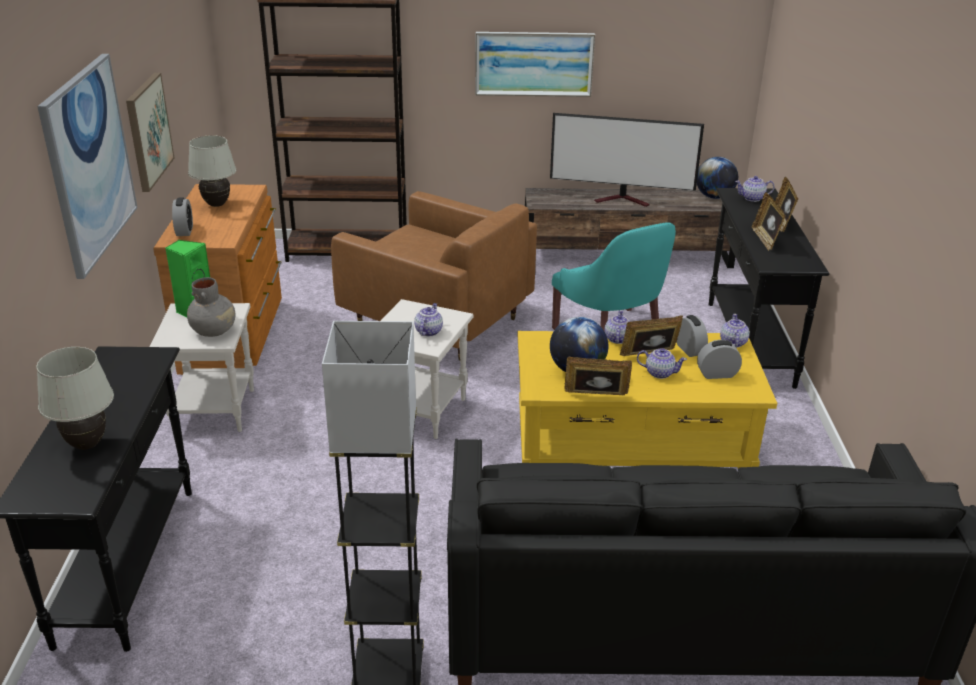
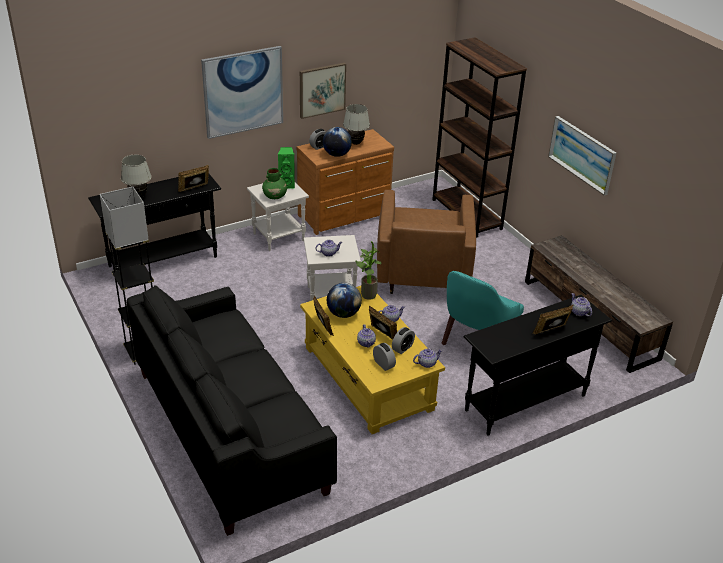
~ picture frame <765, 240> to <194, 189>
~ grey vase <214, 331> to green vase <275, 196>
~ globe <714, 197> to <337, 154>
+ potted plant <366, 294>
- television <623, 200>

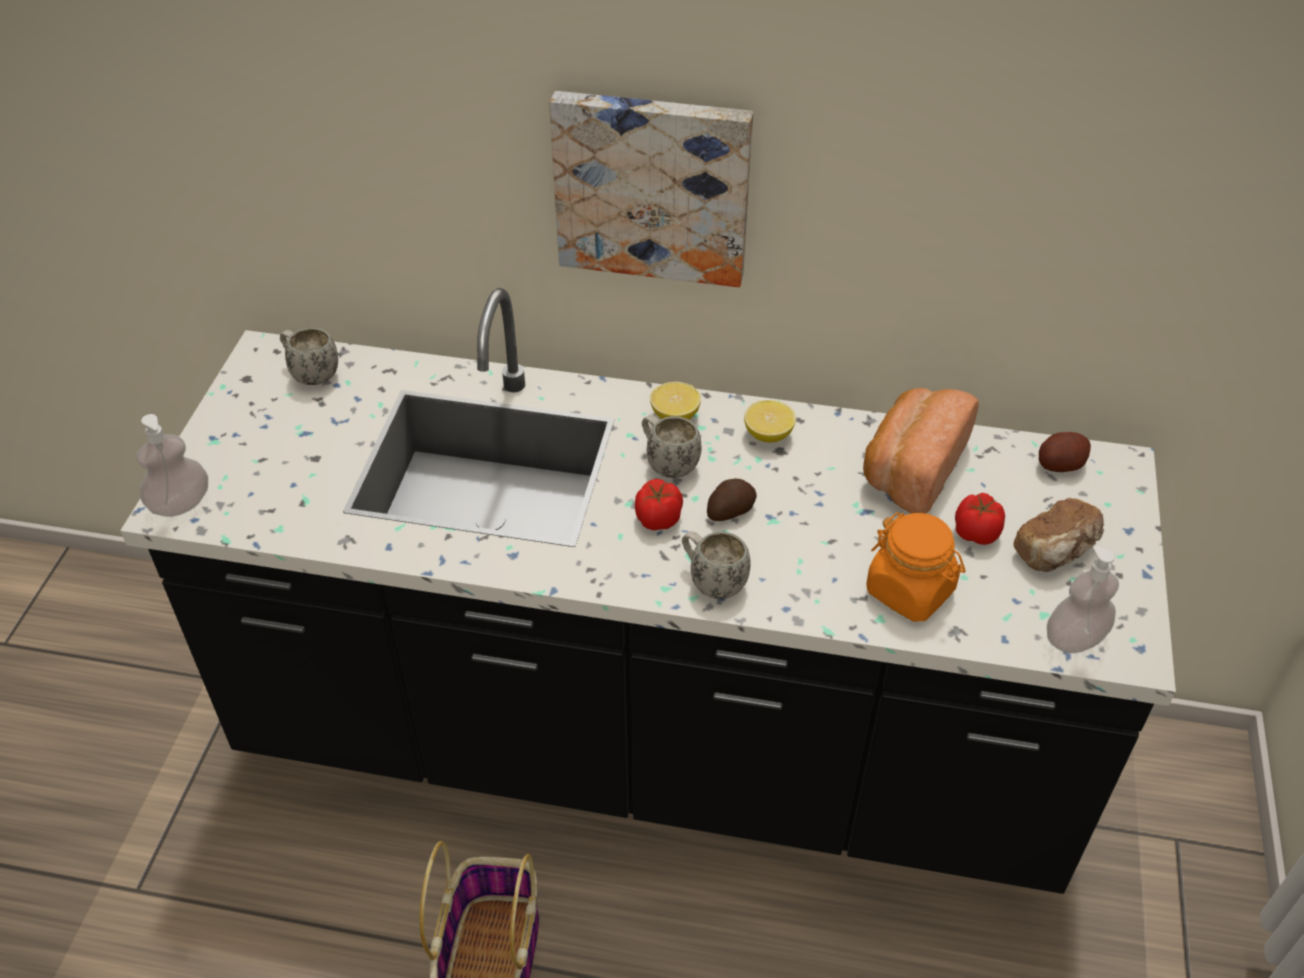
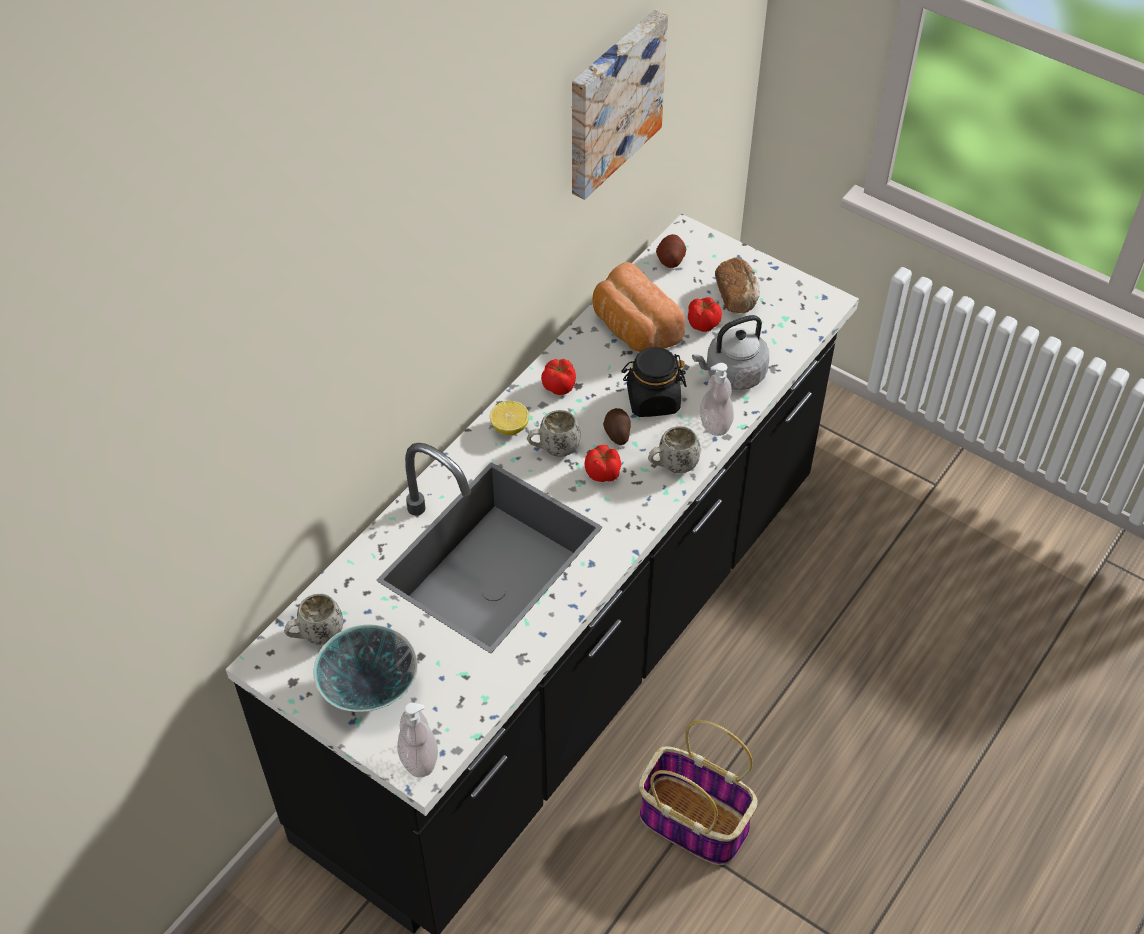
+ bowl <368, 690>
~ lemon <768, 435> to tomato <559, 385>
~ picture <653, 185> to <612, 102>
+ black jar <652, 400>
~ orange jar <910, 591> to grey kettle <732, 374>
~ soap dispenser <1074, 639> to <715, 424>

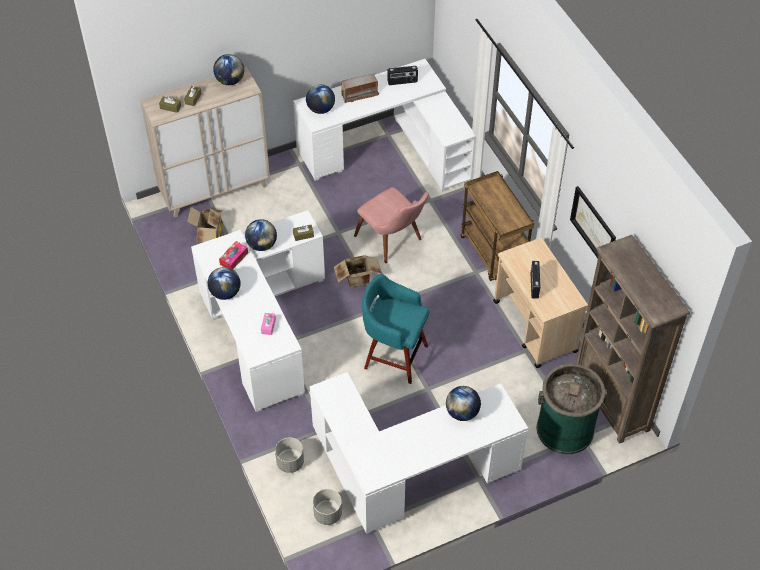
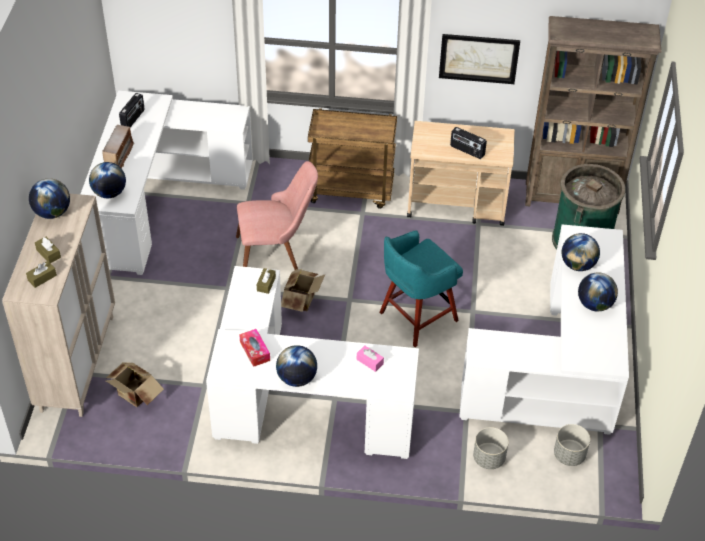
~ globe <262, 245> to <594, 304>

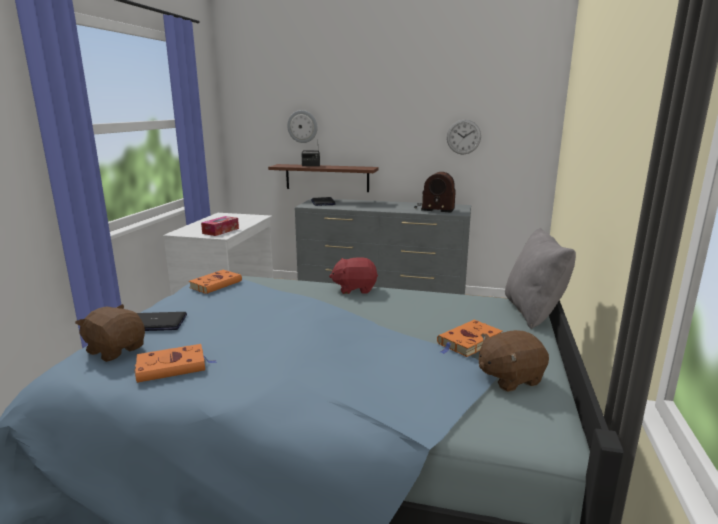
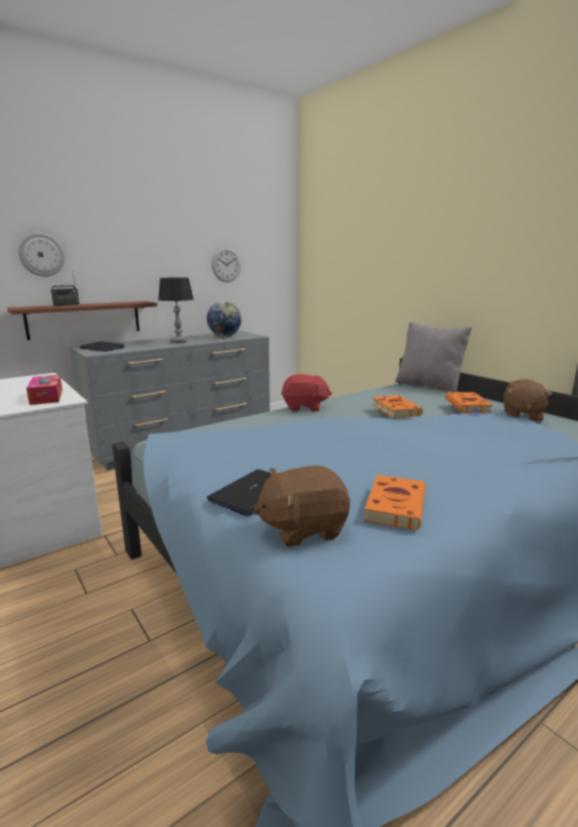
+ table lamp <179, 341>
~ radio <434, 208> to globe <225, 336>
~ red plush toy <354, 289> = <305, 407> 120 degrees counterclockwise
~ orange book <217, 284> to <395, 409>

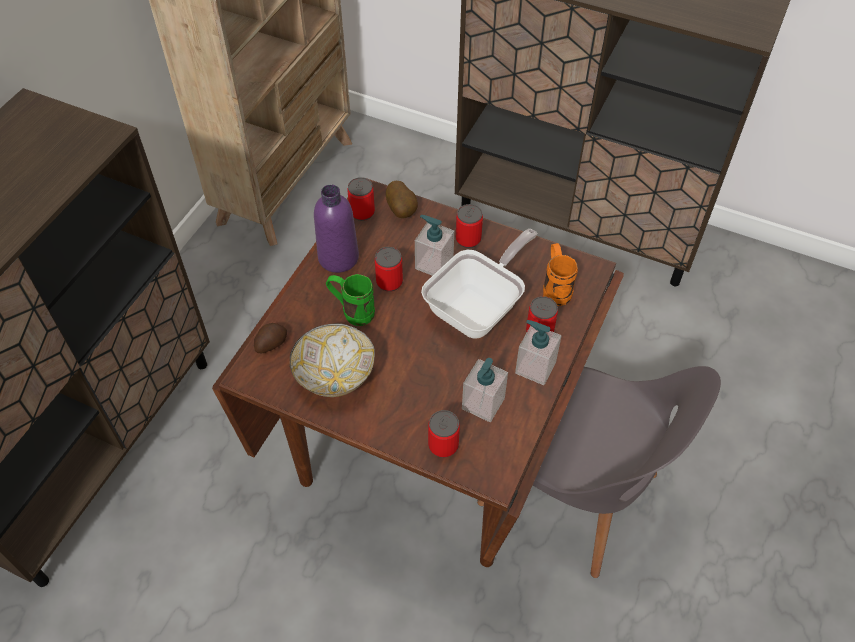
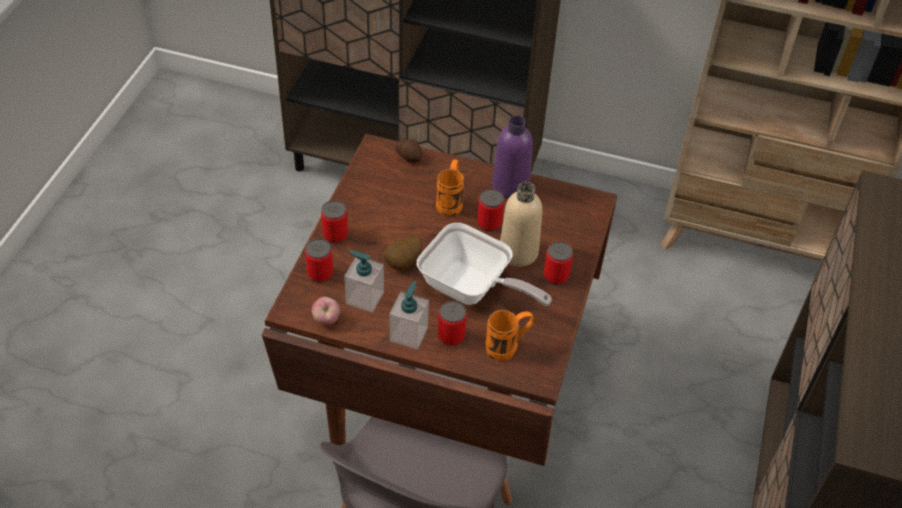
+ apple <326, 320>
~ can <362, 212> to <335, 235>
~ potato <402, 210> to <404, 264>
~ green mug <352, 312> to orange mug <450, 202>
~ soap dispenser <434, 264> to beige bottle <518, 252>
- bowl <334, 376>

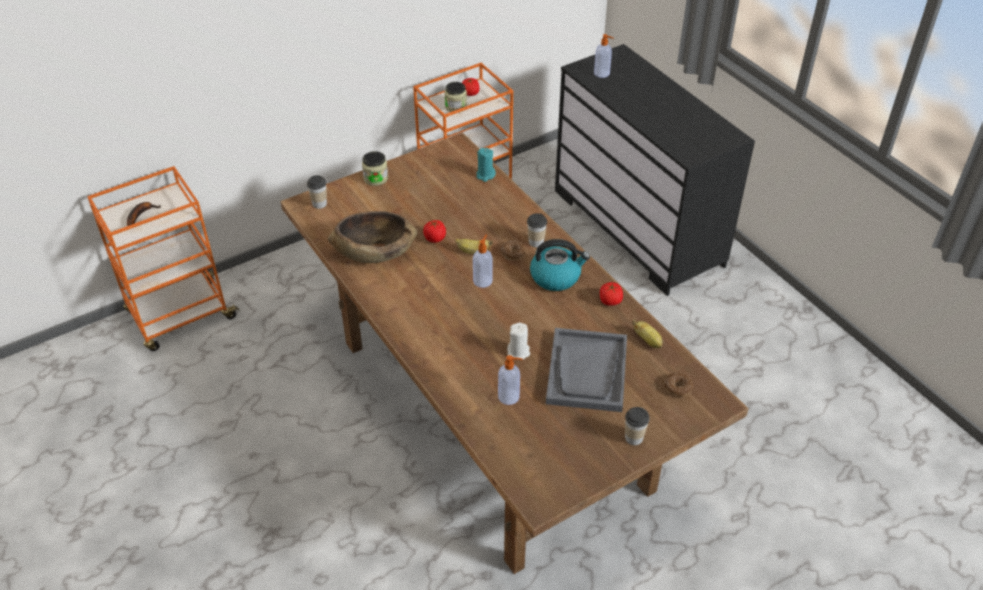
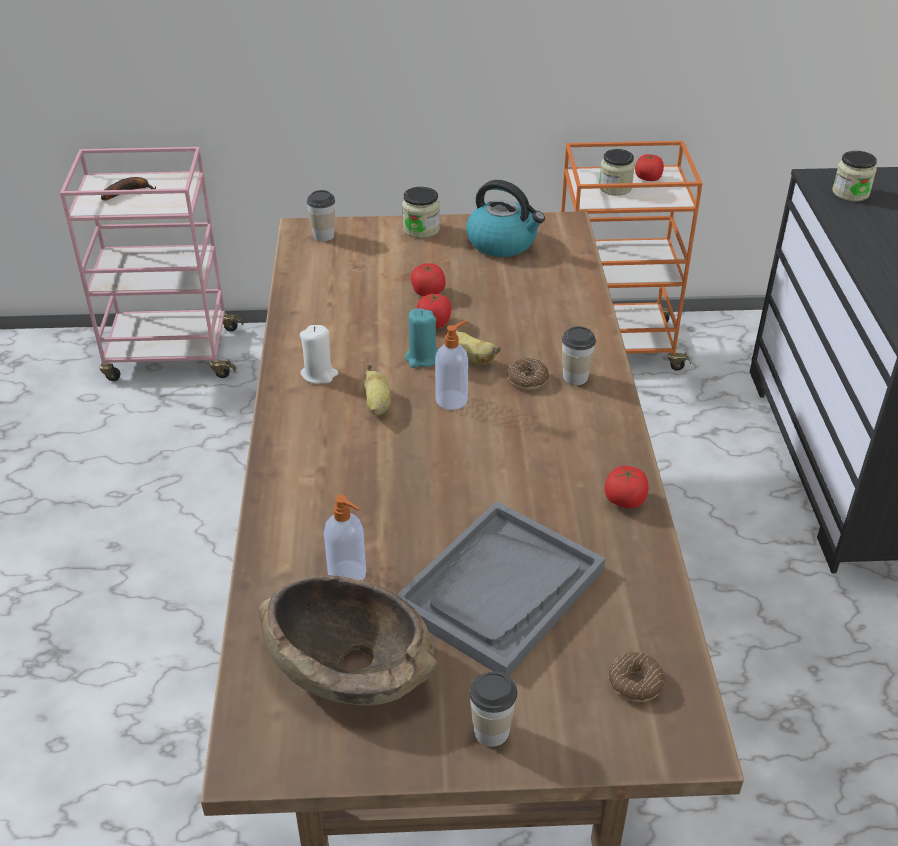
~ orange cart <180, 316> to pink cart <170, 354>
~ brown bowl <375, 251> to <350, 666>
~ white candle <518, 352> to <319, 374>
~ banana <648, 341> to <377, 405>
~ turquoise candle <485, 175> to <422, 358>
+ tomato <428, 292>
~ kettle <556, 276> to <503, 243>
~ soap dispenser <602, 73> to jar <850, 193>

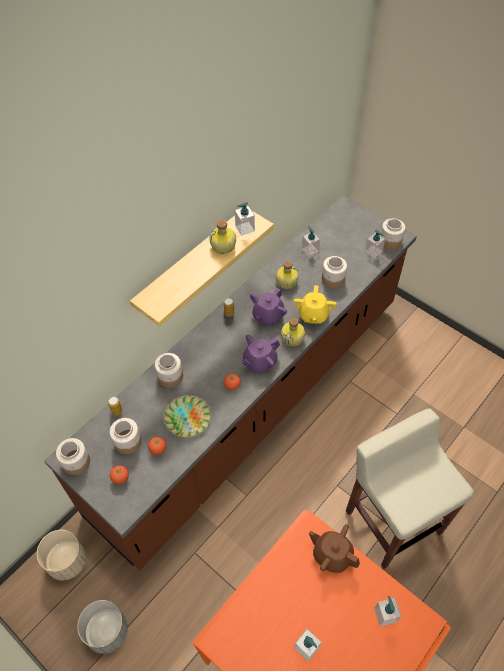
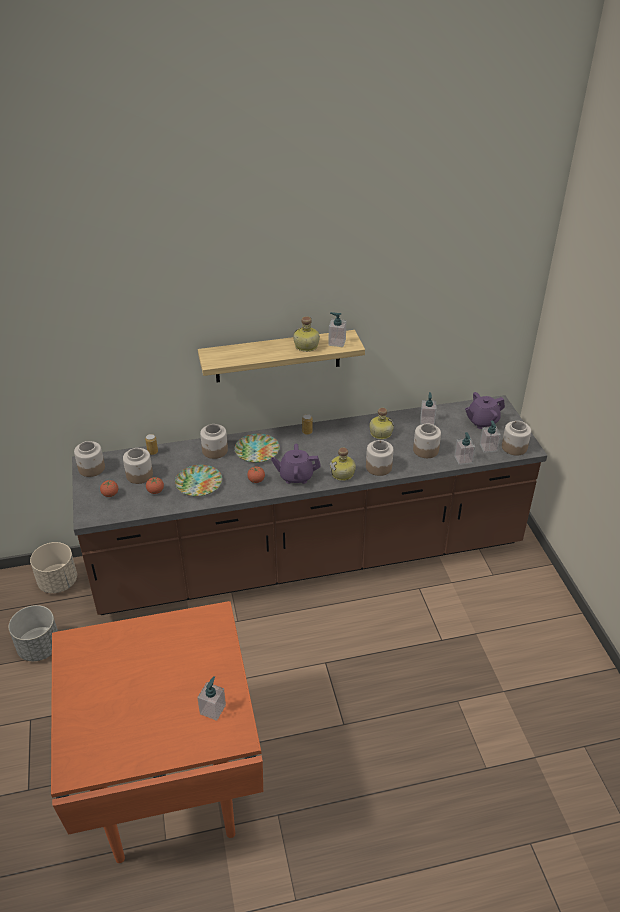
+ plate <256, 451>
~ yellow teapot <313, 315> to jar <378, 467>
~ soap dispenser <307, 647> to <463, 459>
~ purple teapot <268, 316> to <482, 421>
- brown teapot <332, 555>
- beige stool <392, 520>

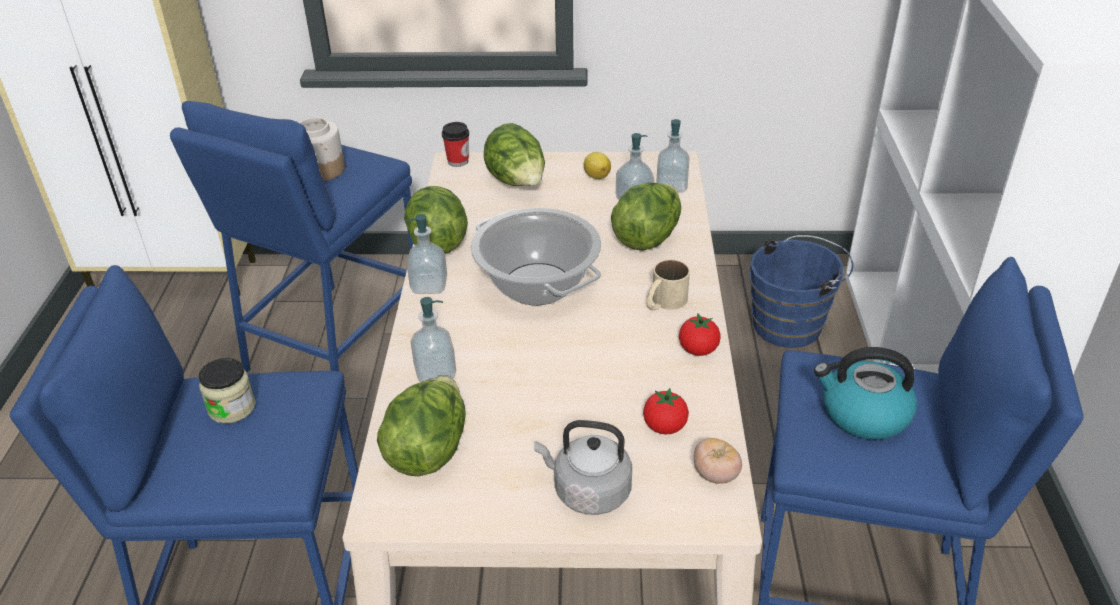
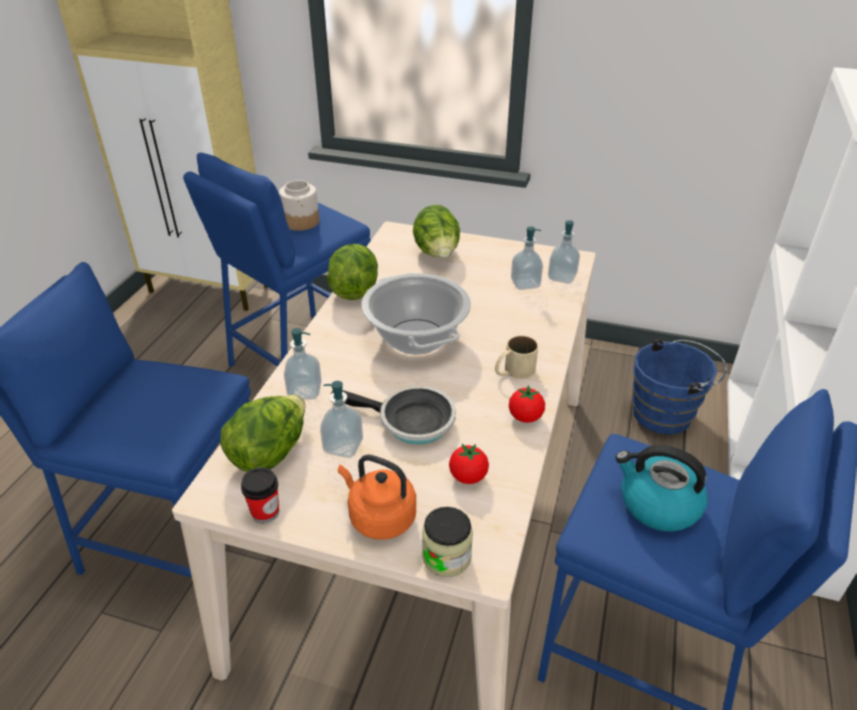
~ cup <458, 161> to <265, 512>
~ soap dispenser <429, 285> to <343, 446>
+ frying pan <410, 422>
~ grey kettle <587, 491> to orange kettle <379, 517>
~ jar <232, 408> to <446, 557>
- lemon <596, 176>
- lettuce <647, 237>
- tomato <715, 475>

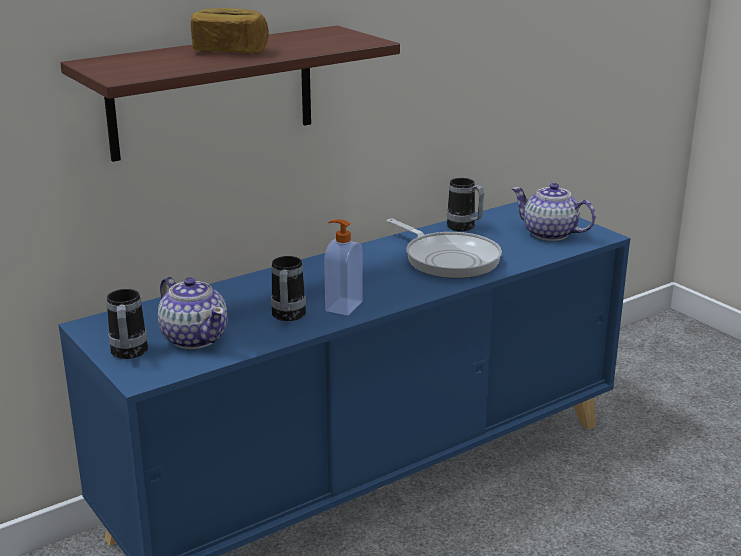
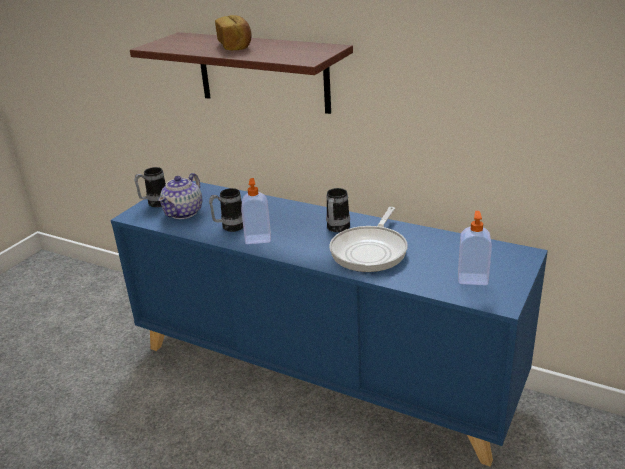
~ mug <465, 228> to <336, 229>
~ teapot <550, 234> to soap dispenser <472, 278>

